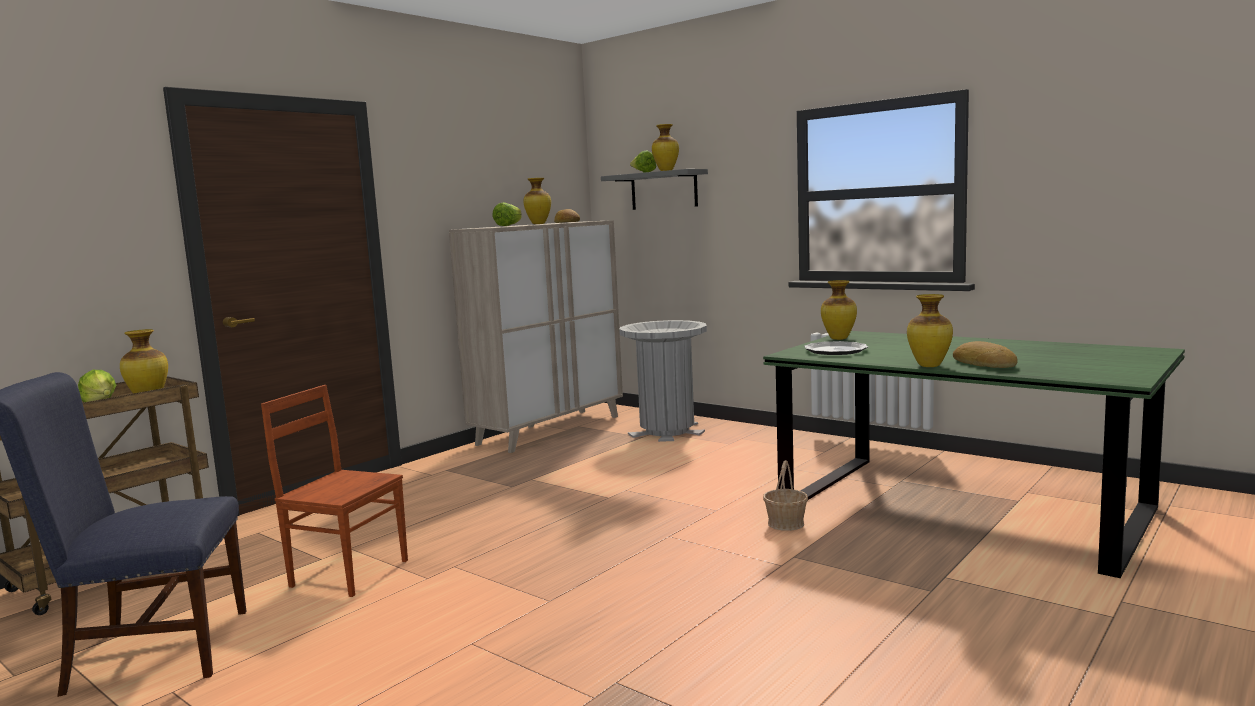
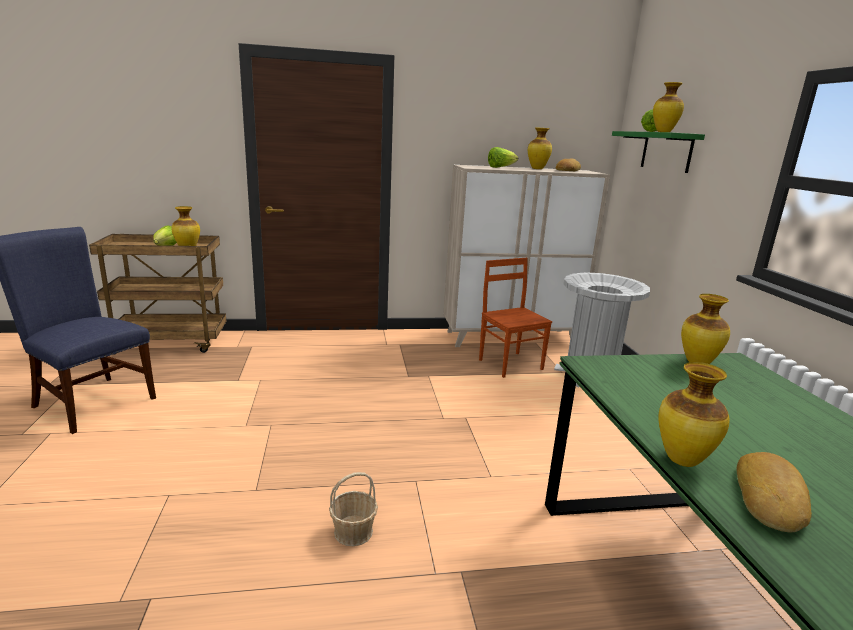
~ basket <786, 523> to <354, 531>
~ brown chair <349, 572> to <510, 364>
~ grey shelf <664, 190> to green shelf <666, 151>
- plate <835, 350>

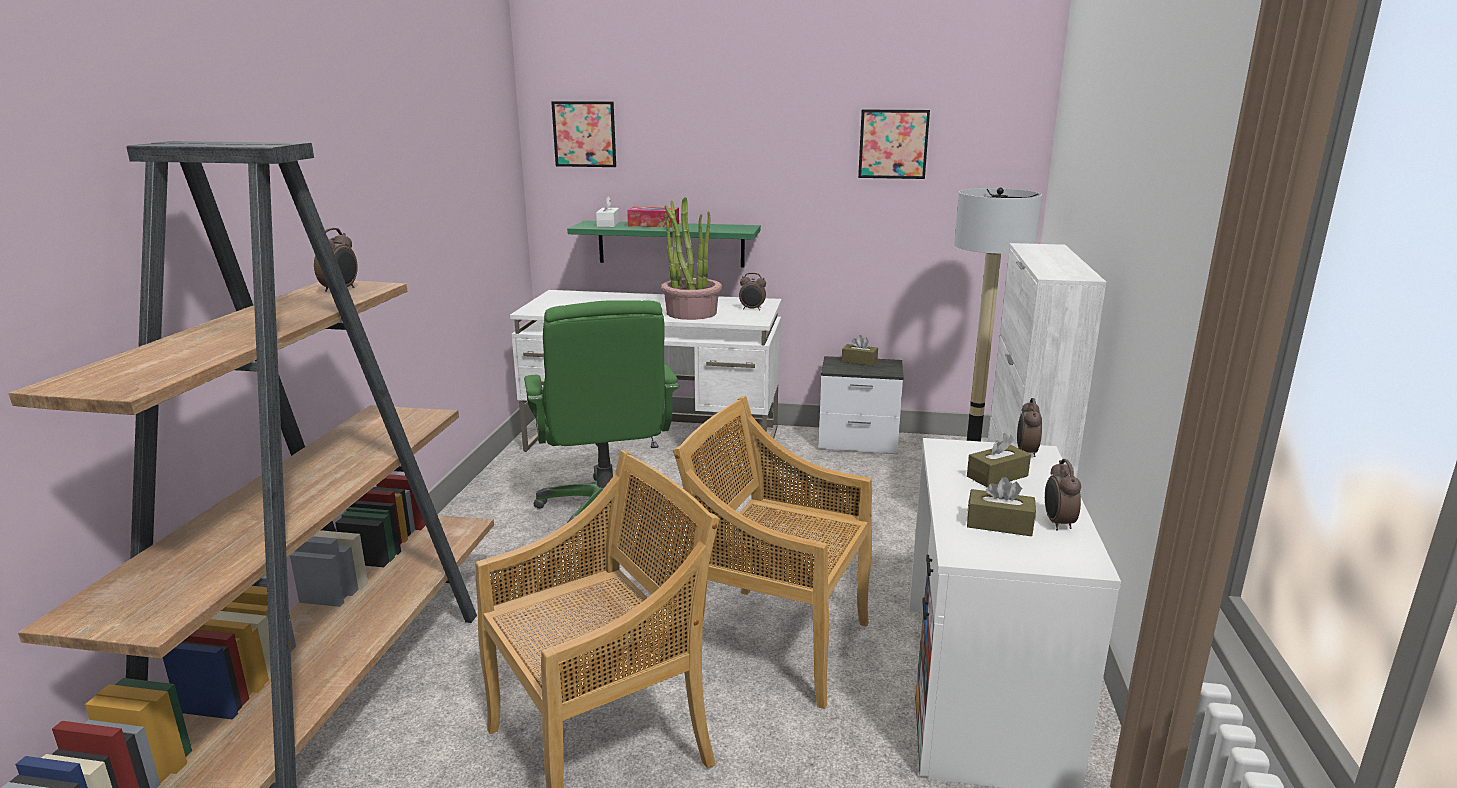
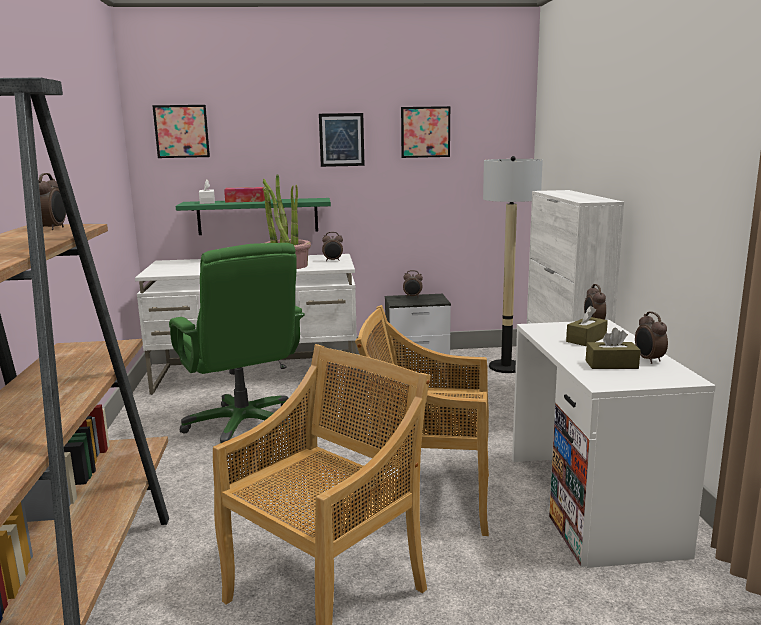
+ picture <341, 140>
~ brown tissue box <859, 361> to alarm clock <412, 296>

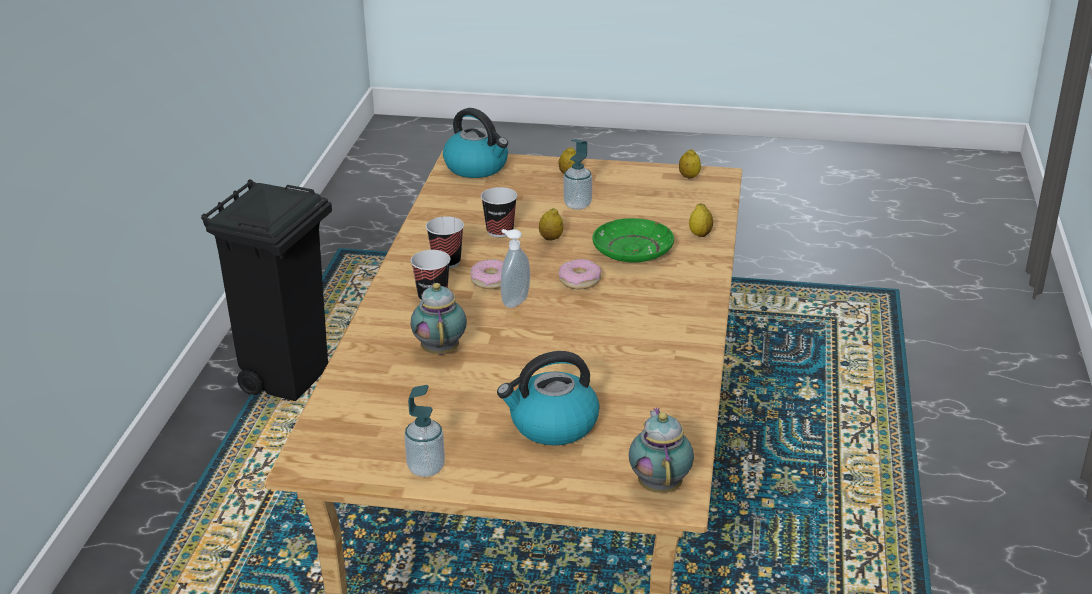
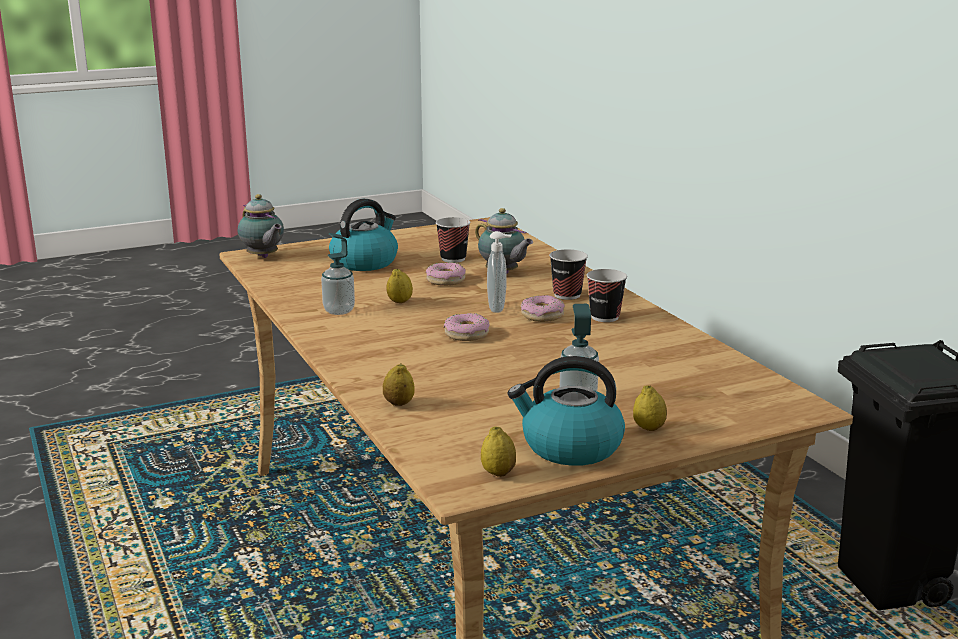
~ soap dispenser <426, 468> to <339, 311>
~ lemon <551, 238> to <400, 302>
+ donut <445, 280>
~ cup <500, 231> to <453, 259>
~ kettle <477, 167> to <570, 447>
- green plate <632, 251>

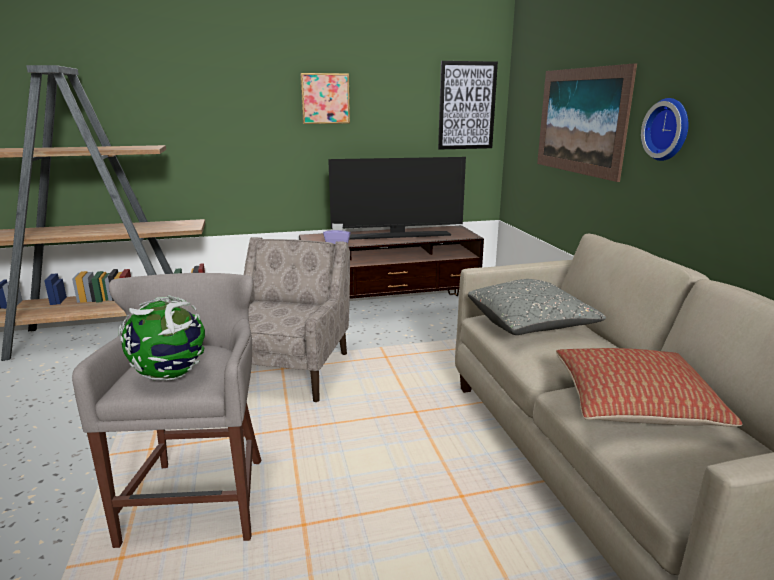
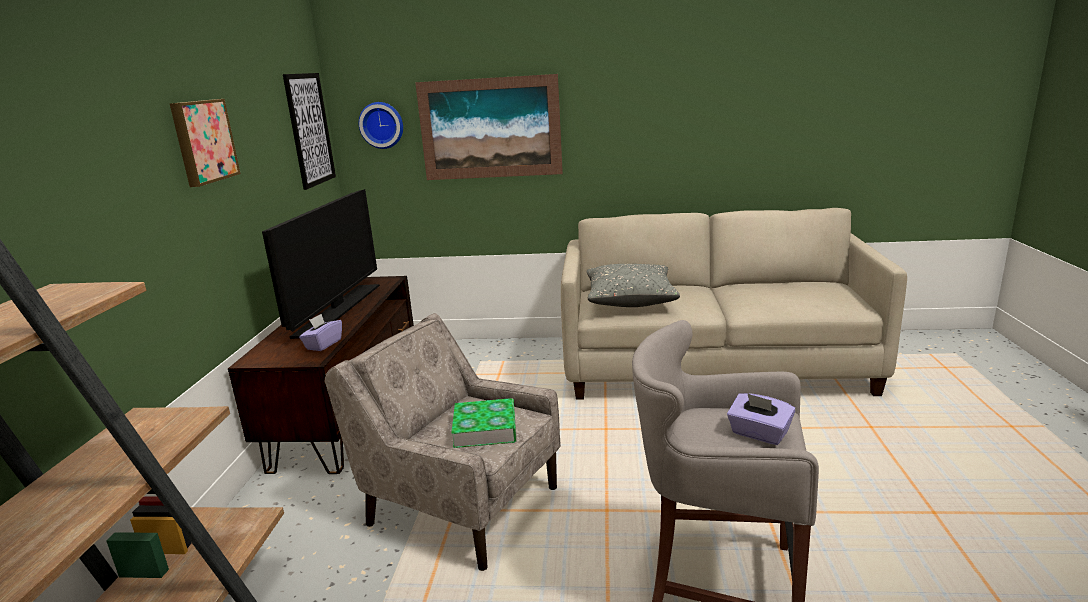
~ wall clock <669, 129> to <382, 125>
+ book <485, 429>
~ globe <170, 375> to purple tissue box <759, 434>
- pillow <632, 404>

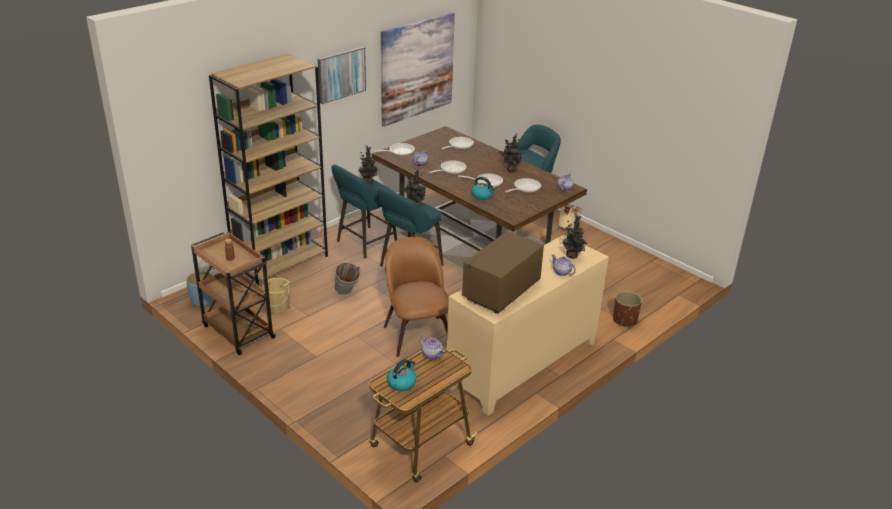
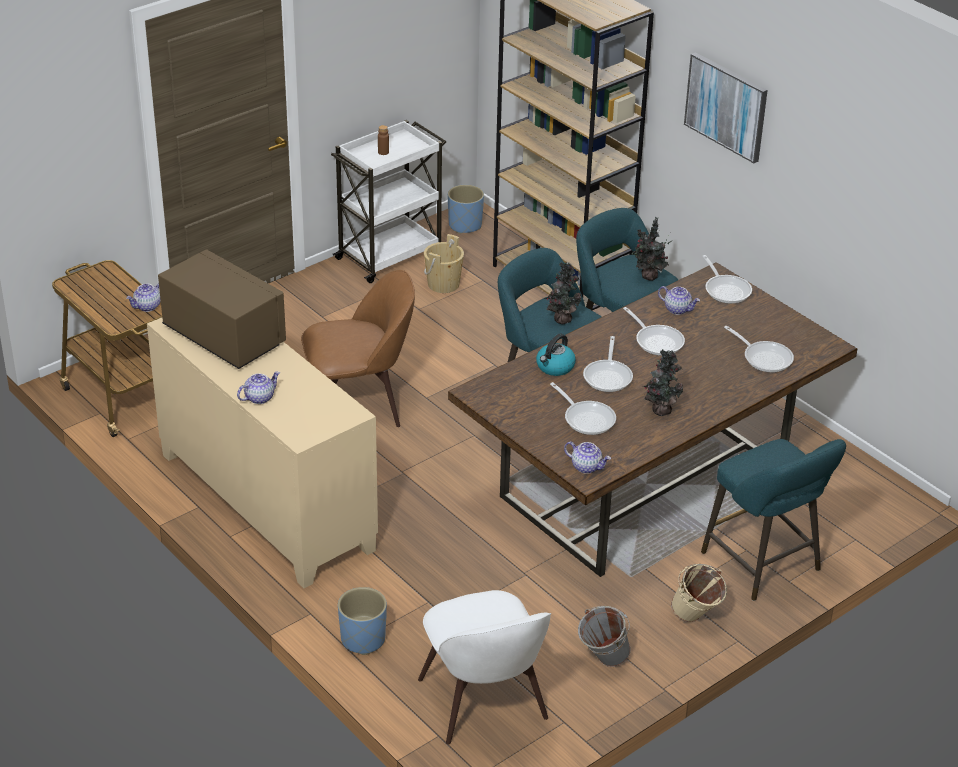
~ brown cart <237, 331> to white cart <390, 255>
~ brown planter <625, 320> to blue planter <362, 639>
+ white chair <484, 703>
~ grey bucket <346, 293> to <602, 661>
- picture <417, 68>
- kettle <402, 383>
- potted plant <573, 256>

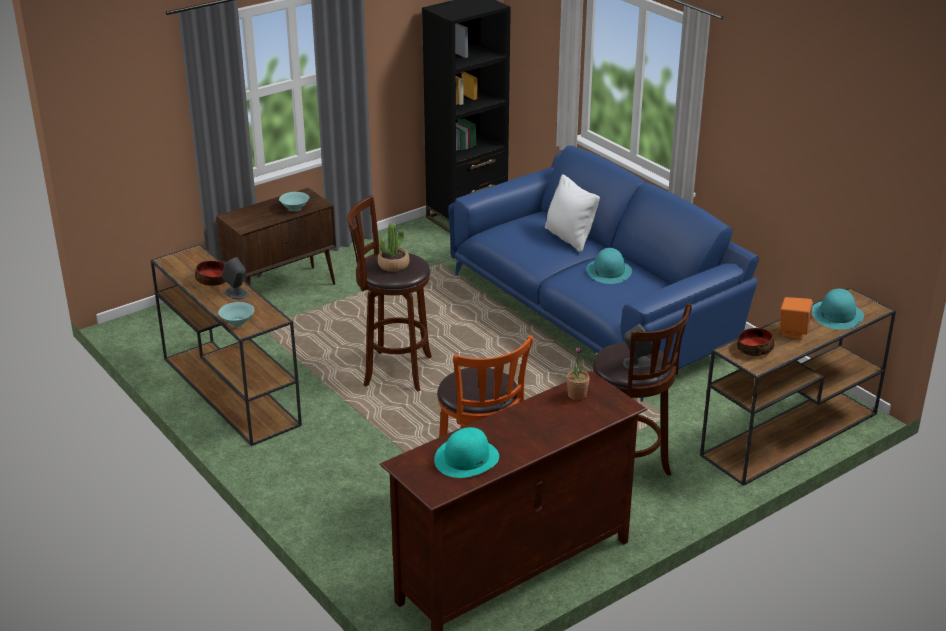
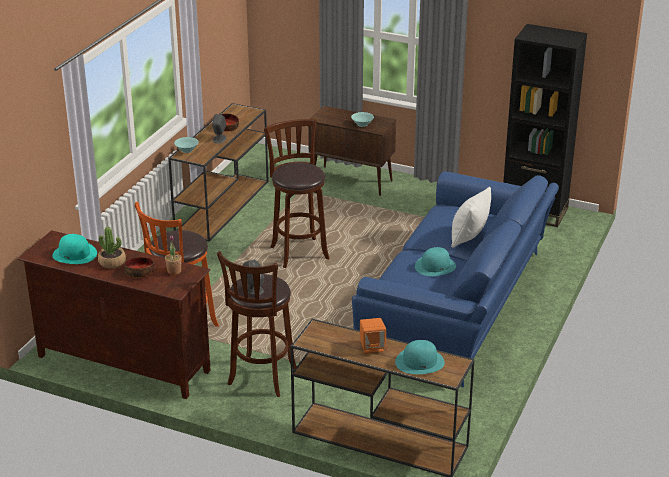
~ potted plant <393, 265> to <112, 262>
~ bowl <754, 349> to <140, 273>

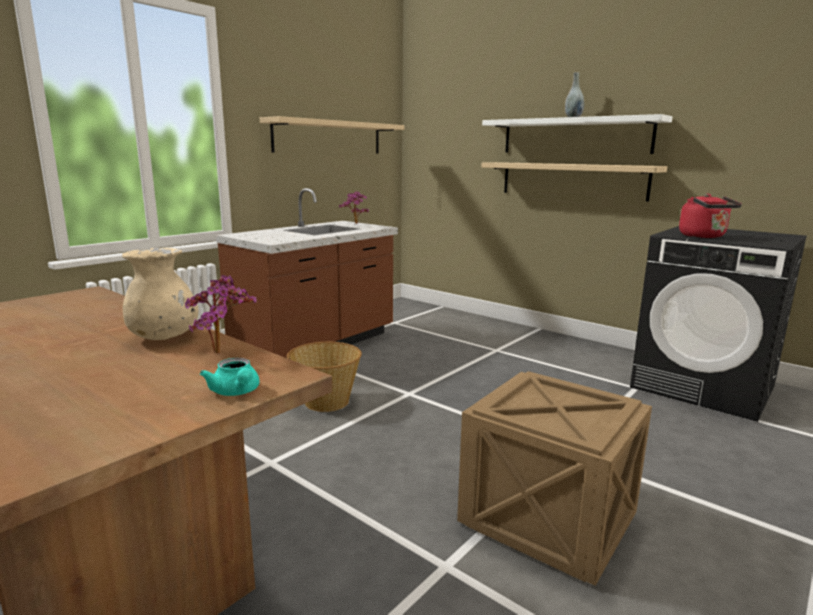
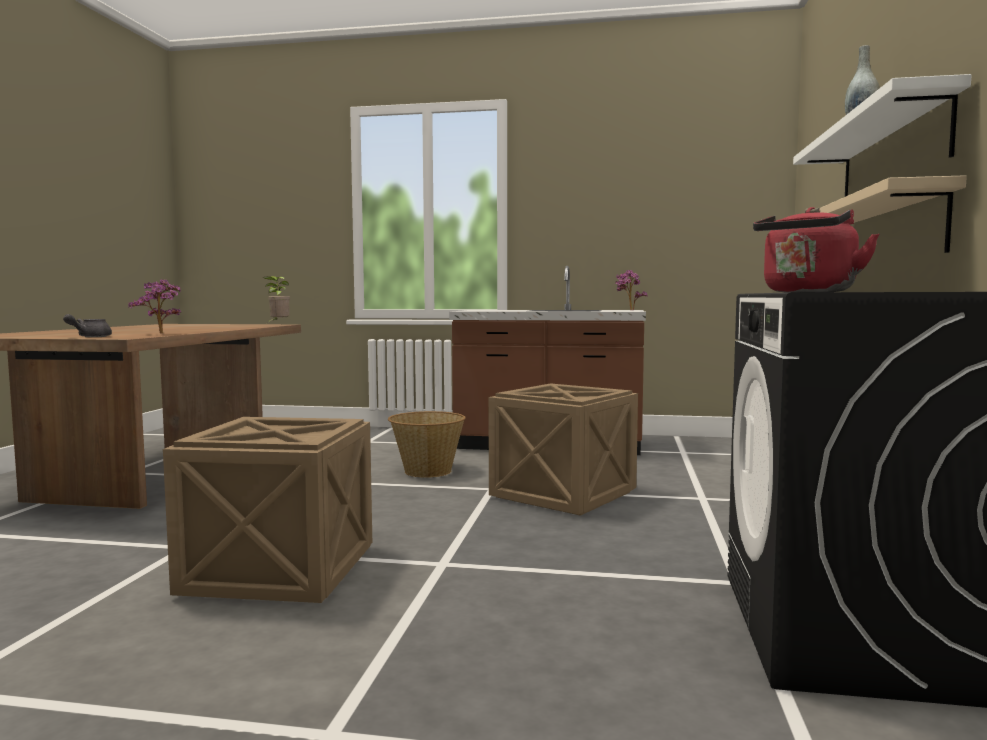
~ turquoise teapot <236, 392> to grey teapot <89, 337>
+ potted plant <278, 324>
+ crate <562, 495>
- beige vase <164, 337>
- beige shelf <329, 137>

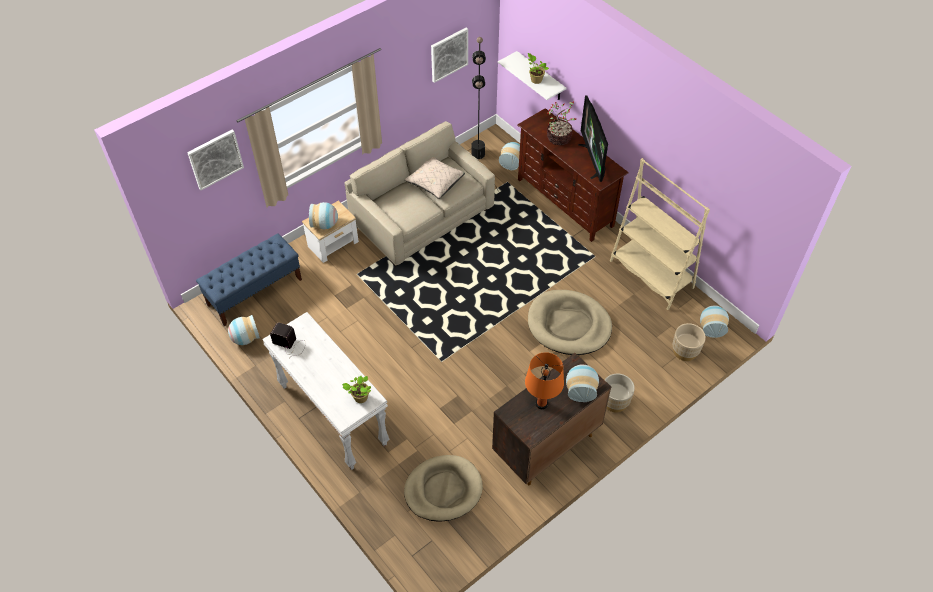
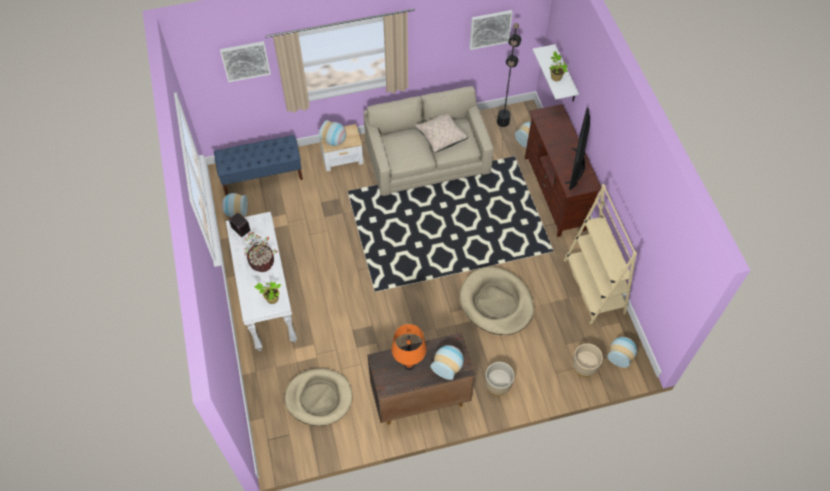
~ potted plant <559, 137> to <262, 262>

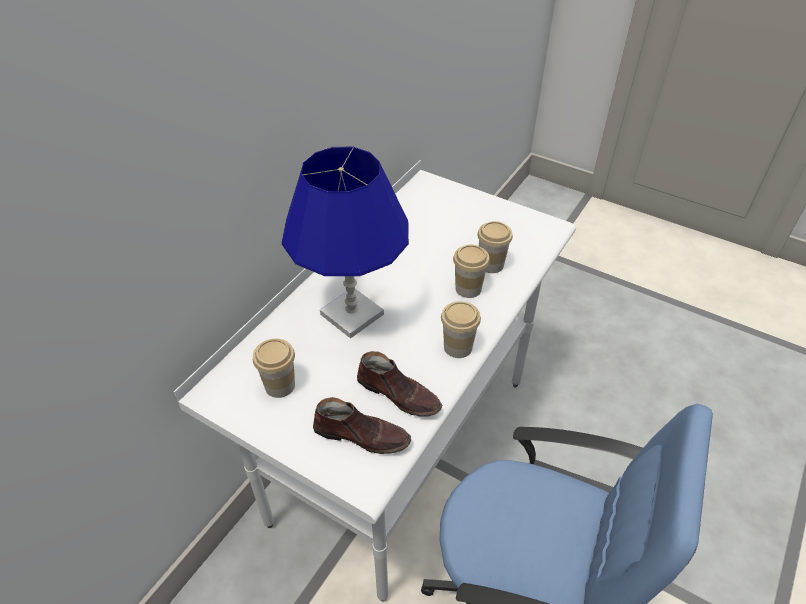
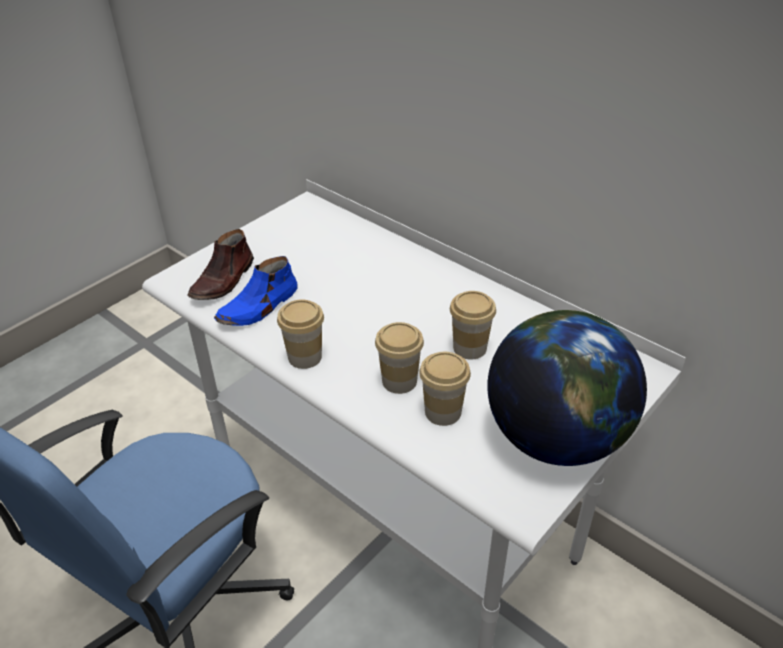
~ brown shoe <399, 394> to blue shoe <259, 307>
~ cup <280, 385> to <470, 348>
+ globe <555, 437>
- blue table lamp <352, 314>

